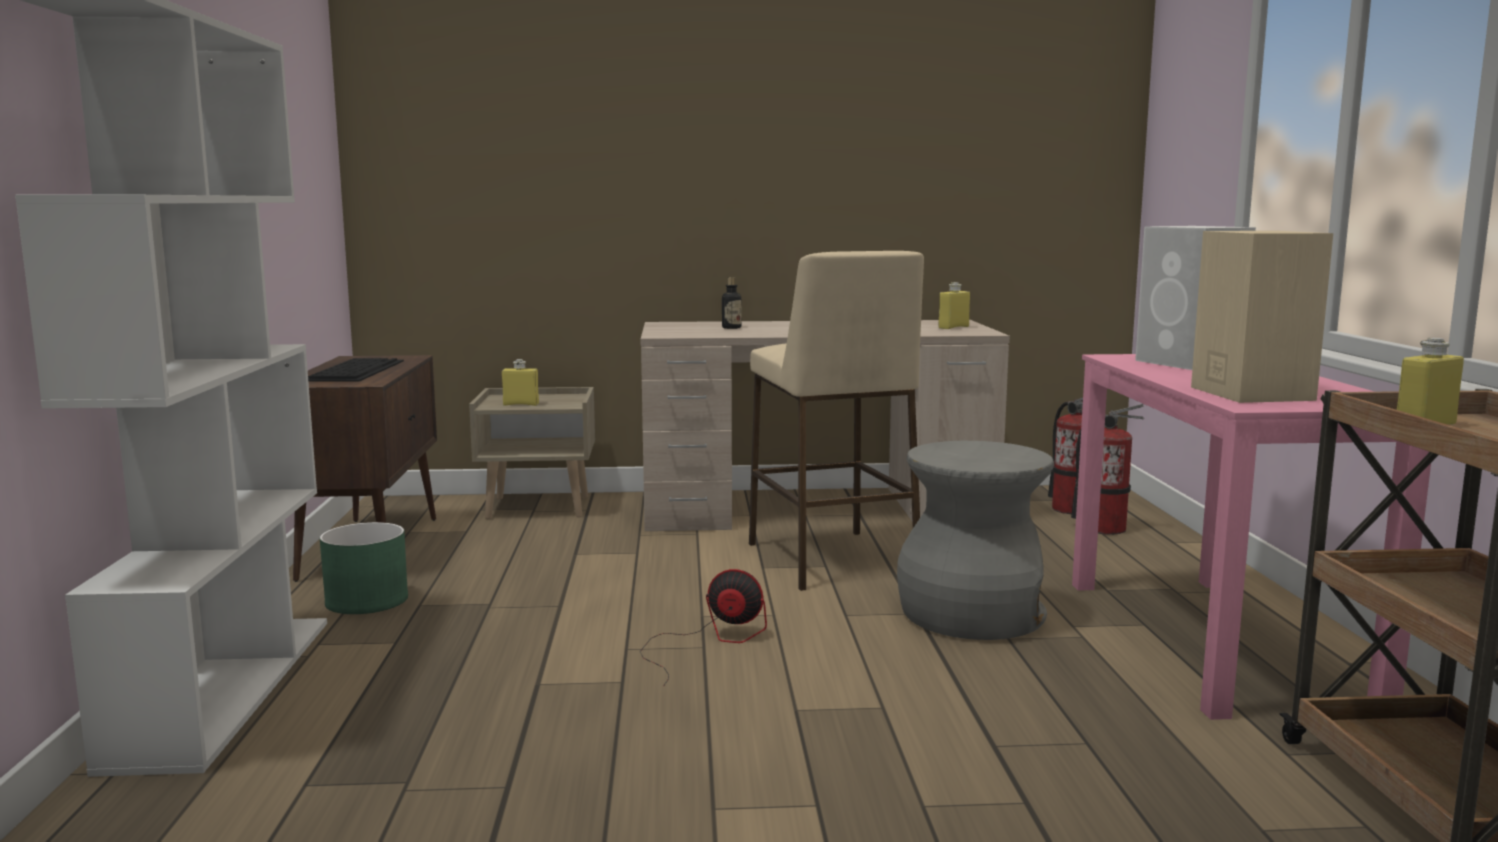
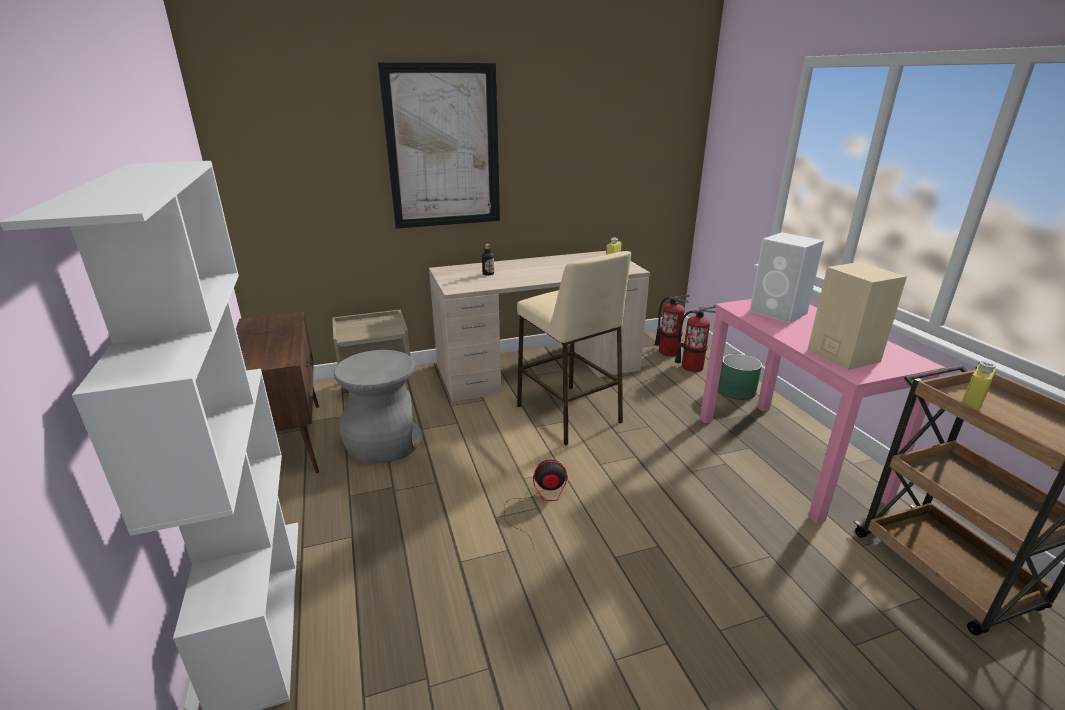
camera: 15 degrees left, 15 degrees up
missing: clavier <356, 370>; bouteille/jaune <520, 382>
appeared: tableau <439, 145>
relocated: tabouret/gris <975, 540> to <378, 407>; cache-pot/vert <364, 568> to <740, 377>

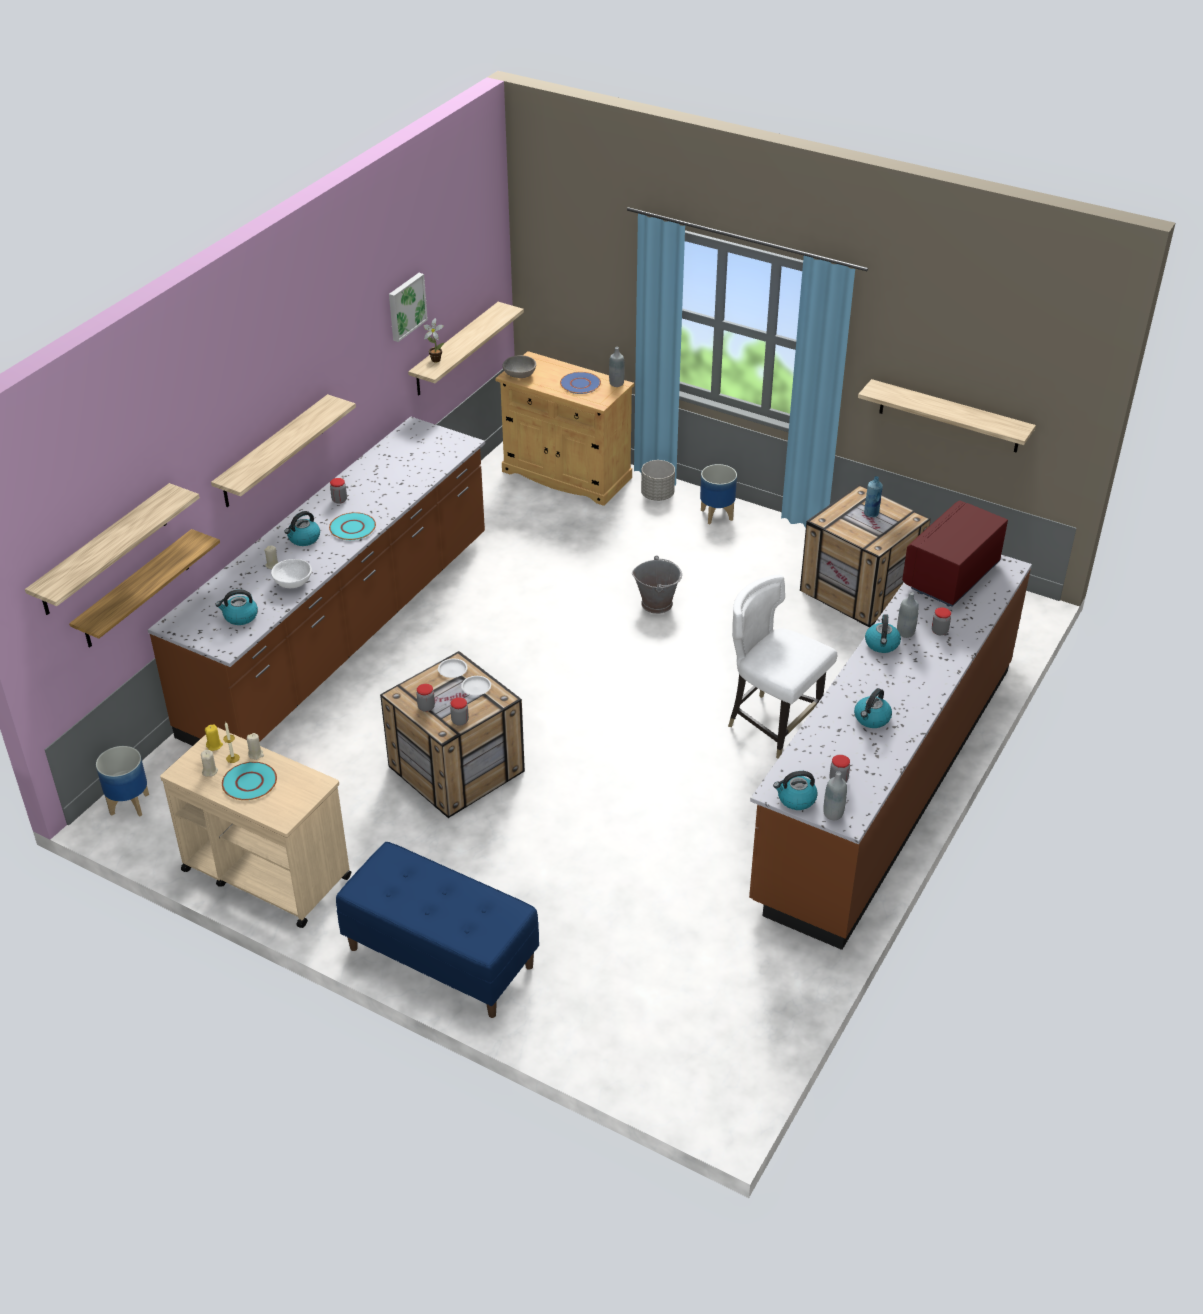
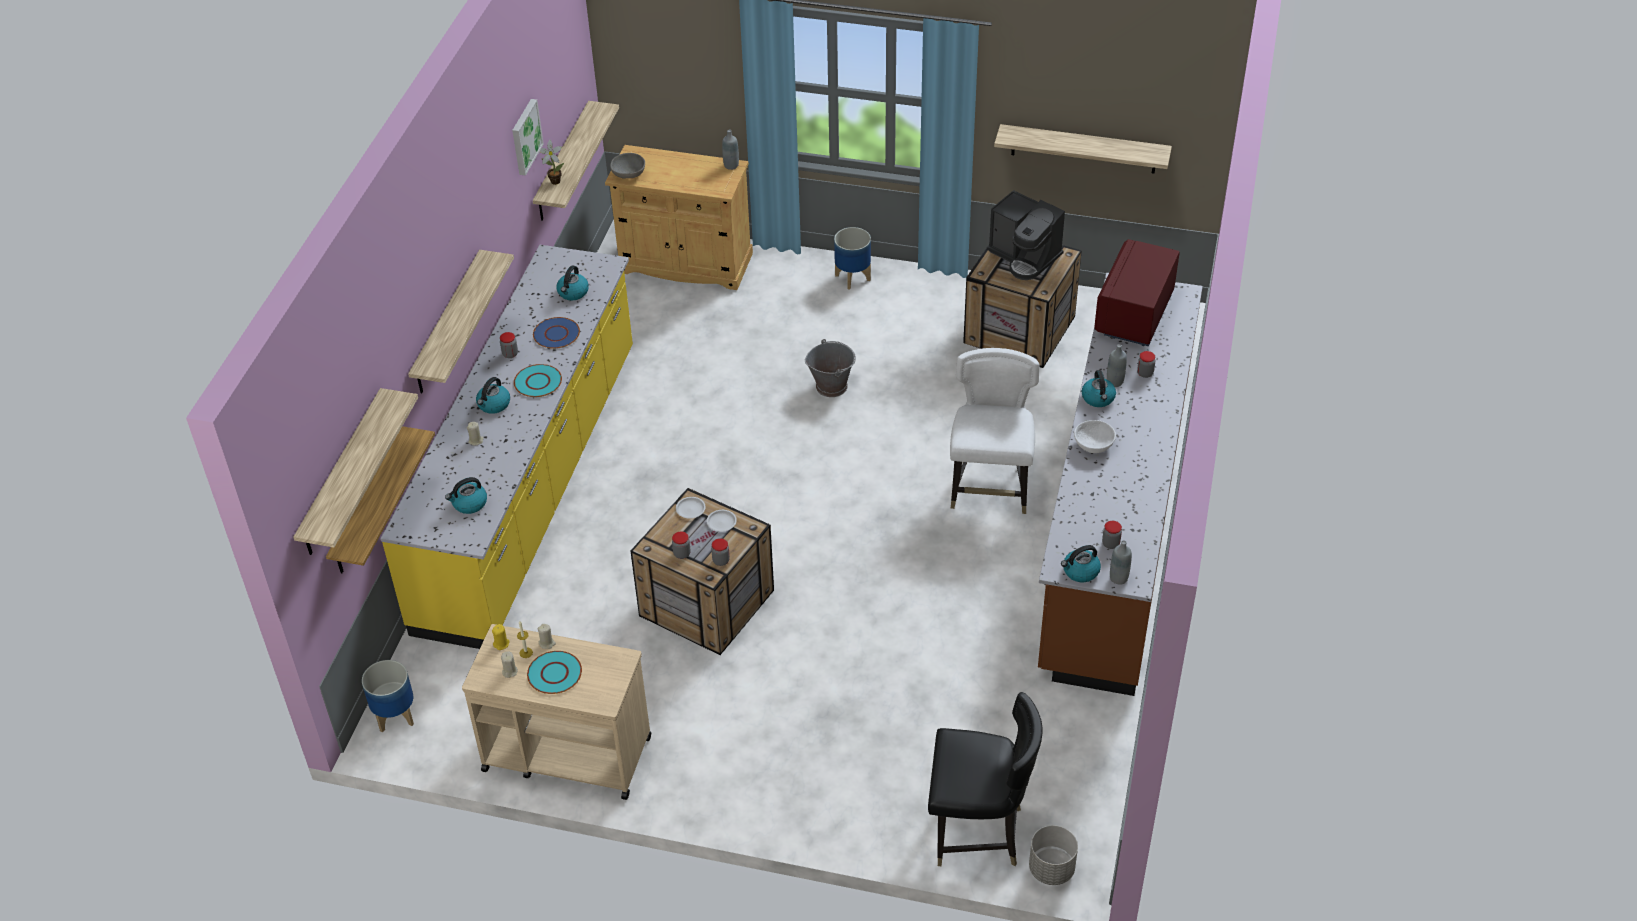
camera: 15 degrees left, 5 degrees up
missing: banc/bleu <437, 930>
appeared: chaise/noir <985, 779>
relocated: assiette/bleu <580, 383> to <556, 333>; cache-pot/gris <658, 480> to <1053, 855>; bol/blanc <291, 573> to <1095, 436>; bouilloire <873, 708> to <572, 283>
exchanged: bouteille/bleu <873, 496> to machine à café <1026, 235>
colour: comptoir de cuisine/marron <316, 581> to comptoir de cuisine/jaune <507, 447>
spun: chaise/blanc <782, 666> = <994, 431> 75 degrees clockwise

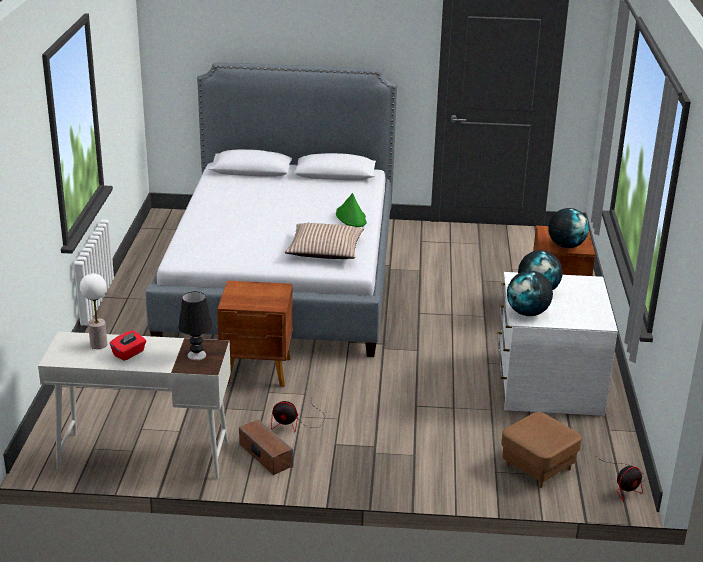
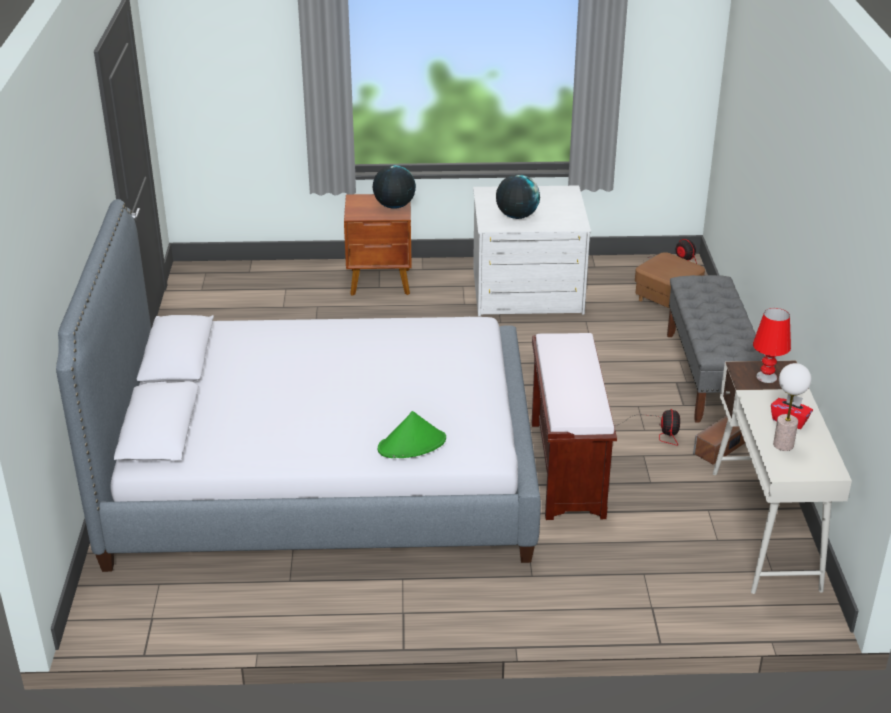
camera: 95 degrees left, 5 degrees up
missing: coussin <324, 241>; globe <530, 293>
appeared: banc/gris <716, 349>
relocated: chapeau/vert <351, 210> to <412, 434>
exchanged: table de chevet/marron <255, 333> to banc/marron <574, 426>
colour: lampe de table/noir <195, 326> to lampe de table/rouge <772, 345>

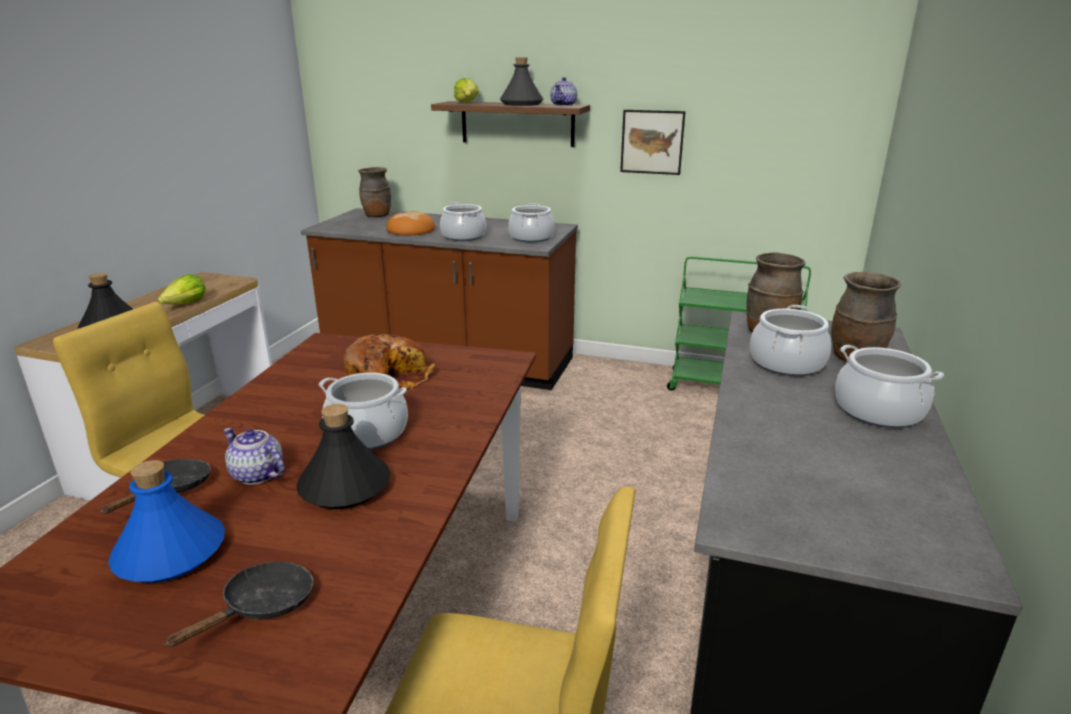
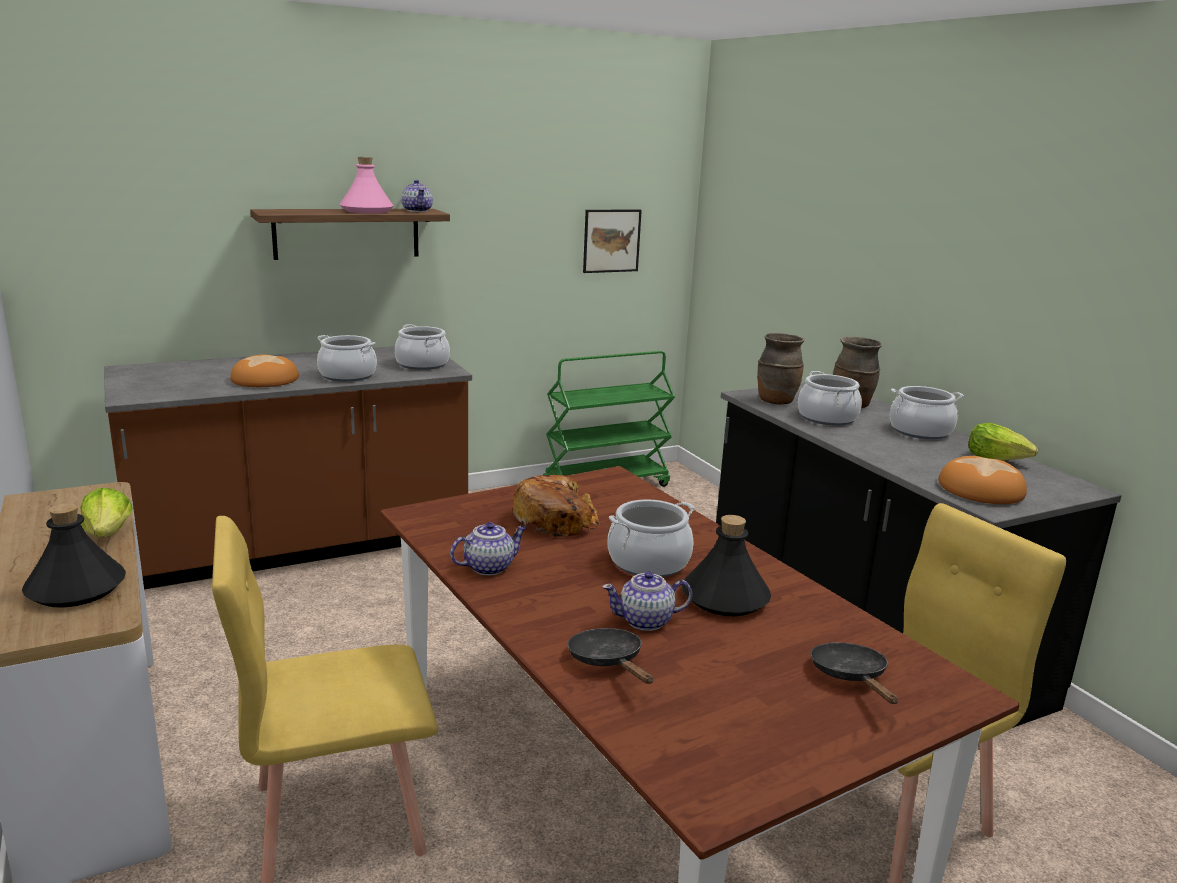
camera: 45 degrees left, 5 degrees down
missing: vase/marron <374, 192>; bouteille/bleu <166, 521>
appeared: pain <982, 480>; théière <488, 548>
relocated: laitue <466, 90> to <1003, 442>; tableau <653, 142> to <612, 241>
colour: bouteille/gris <522, 81> to bouteille/rose <366, 185>

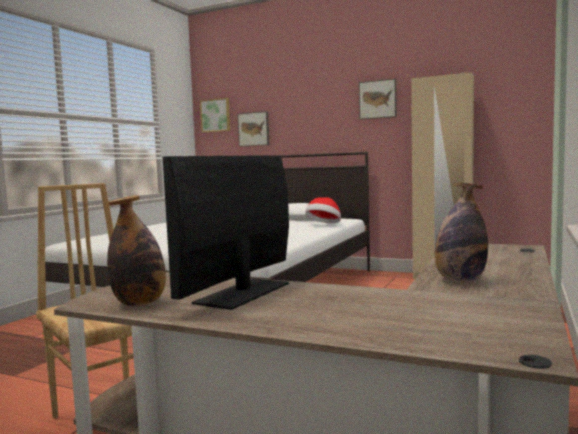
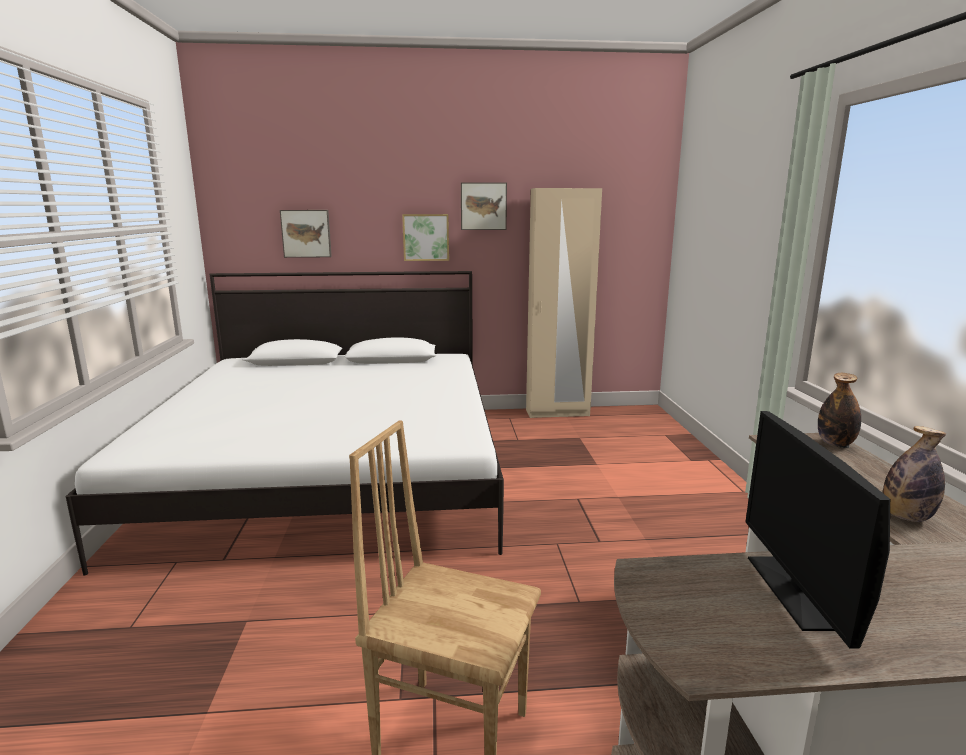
camera: 30 degrees left, 10 degrees up
missing: chapeau <323, 210>
relocated: tableau <215, 115> to <425, 237>; bouteille <136, 250> to <839, 409>

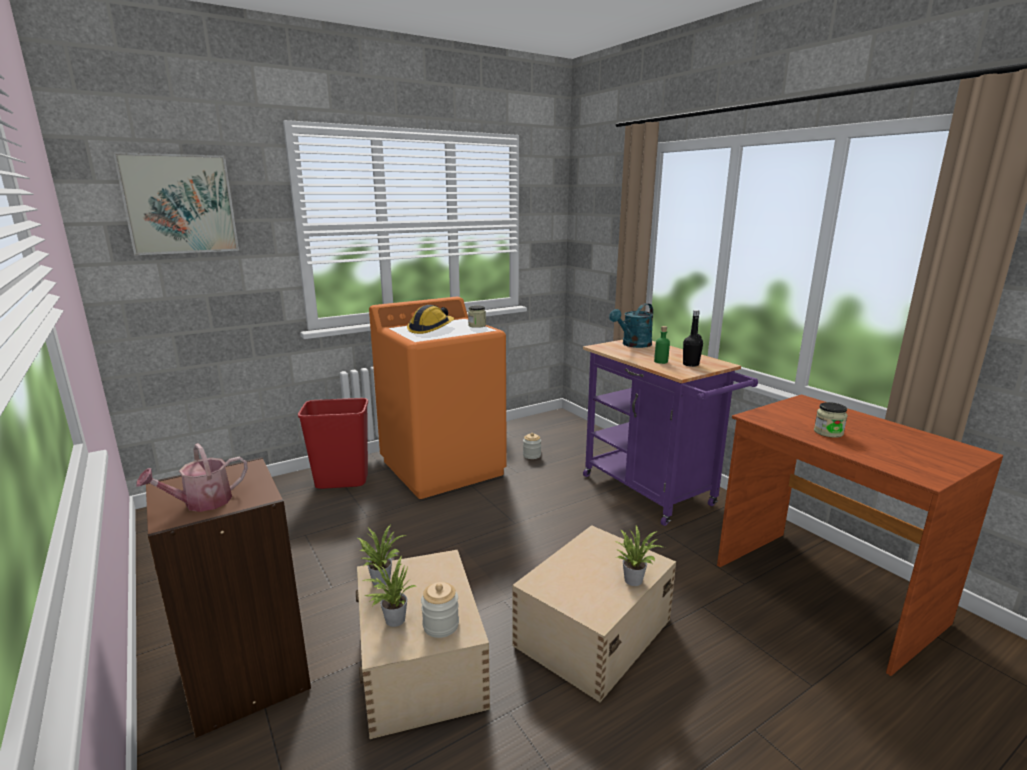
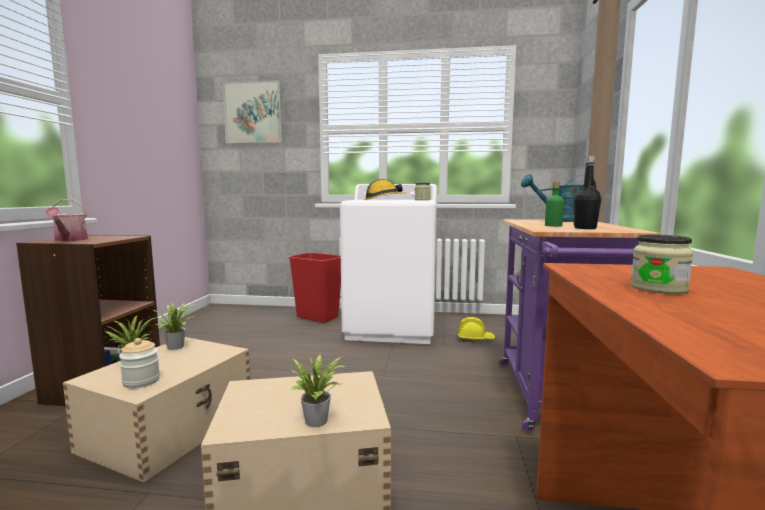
camera: 40 degrees right, 10 degrees down
exchanged: bocal <532, 446> to casque de chantier/jaune <476, 329>
colour: lave-linge/orange <438, 398> to lave-linge/blanc <388, 264>
spun: arrosoir <192, 477> = <66, 220> 105 degrees counterclockwise

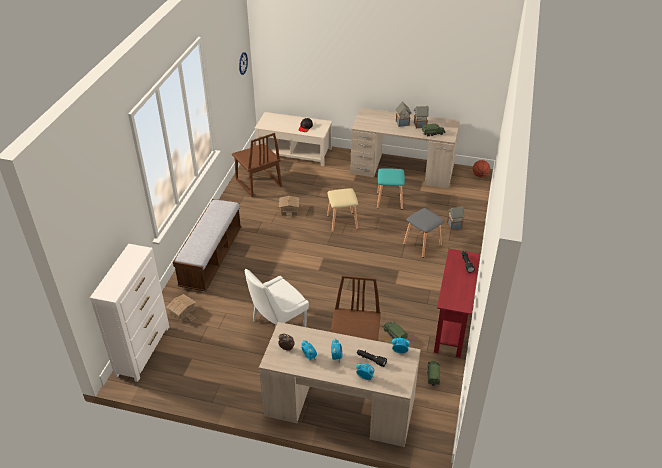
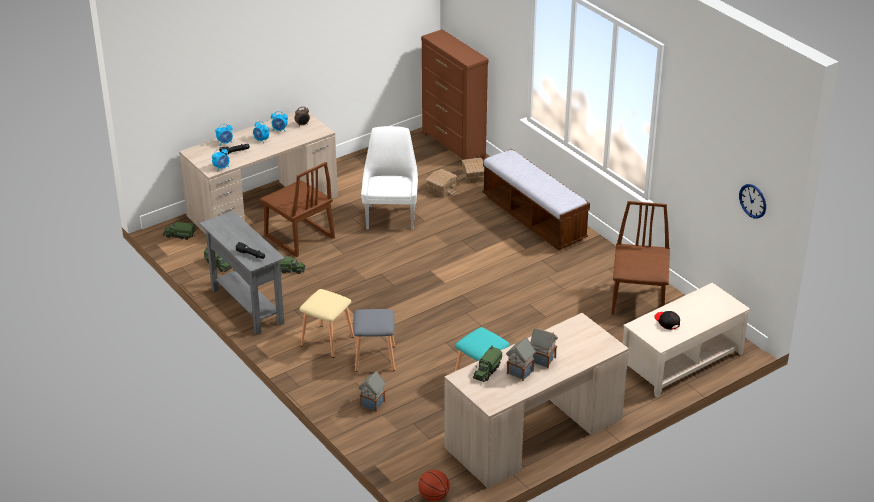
camera: 130 degrees right, 5 degrees down
appeared: camion jouet <179, 231>
relocated: tabouret/beige <342, 210> to <326, 323>; maison miniature <289, 207> to <442, 183>
colour: commode/blanc <129, 313> to commode/marron <454, 94>; table console/rouge <457, 303> to table console/gris <242, 273>
spun: chaise/marron <257, 165> = <640, 258> 90 degrees clockwise

